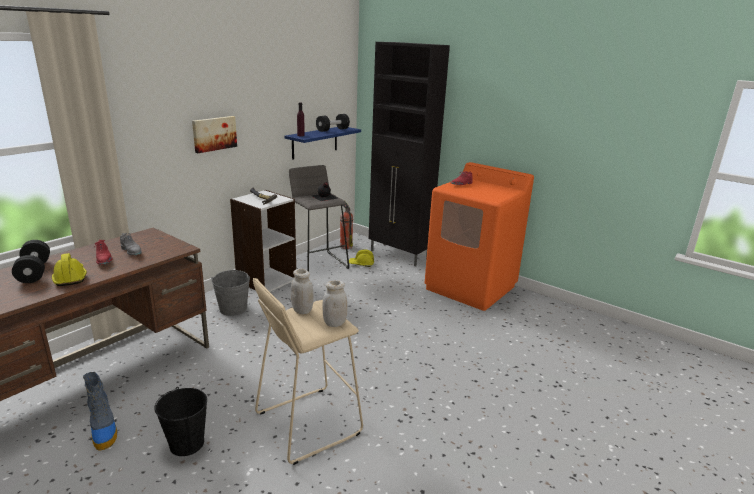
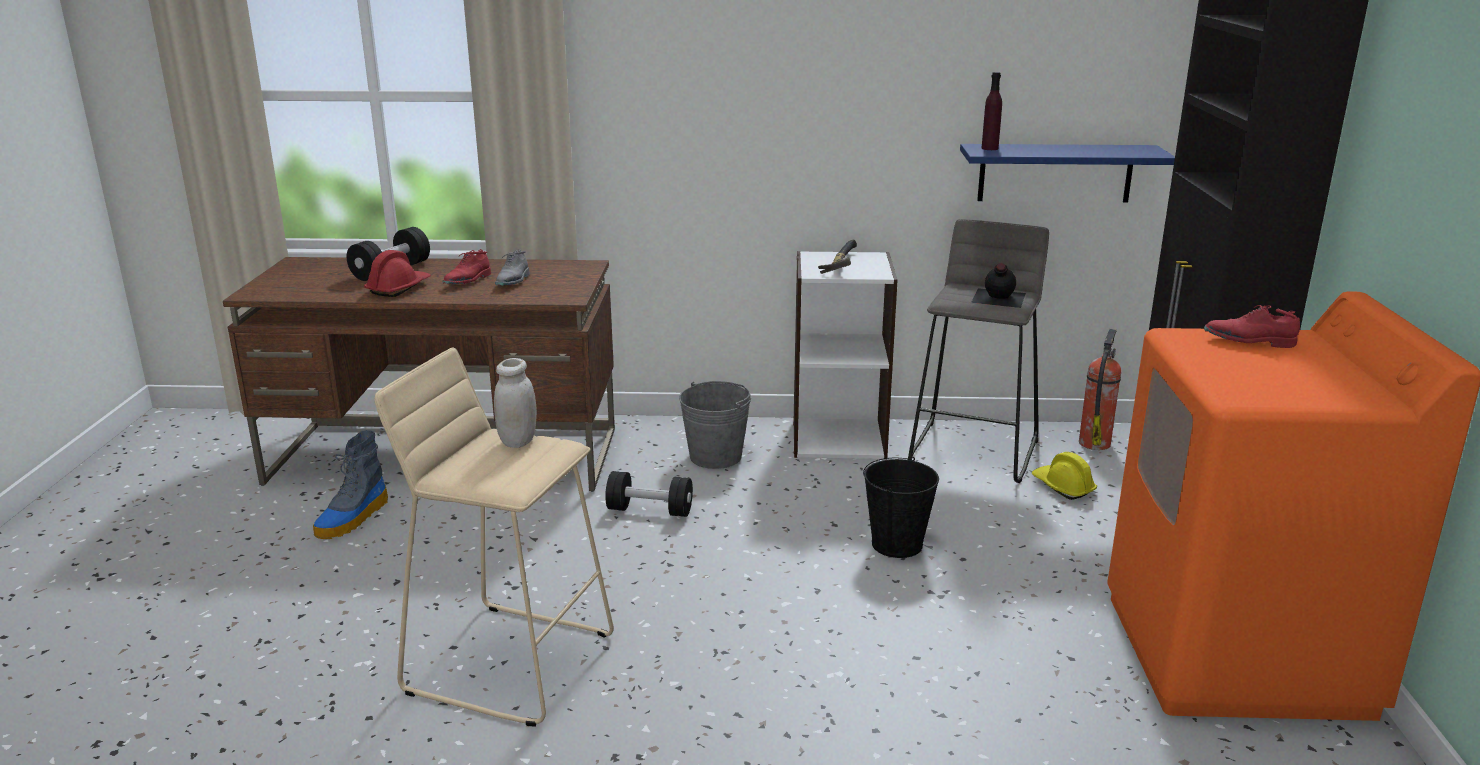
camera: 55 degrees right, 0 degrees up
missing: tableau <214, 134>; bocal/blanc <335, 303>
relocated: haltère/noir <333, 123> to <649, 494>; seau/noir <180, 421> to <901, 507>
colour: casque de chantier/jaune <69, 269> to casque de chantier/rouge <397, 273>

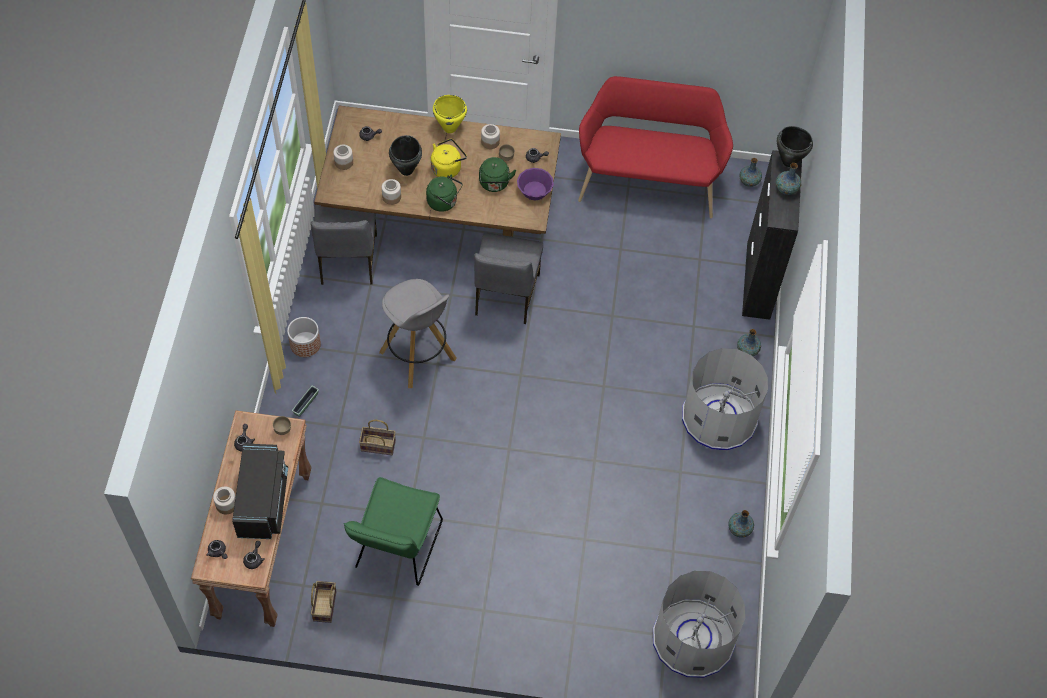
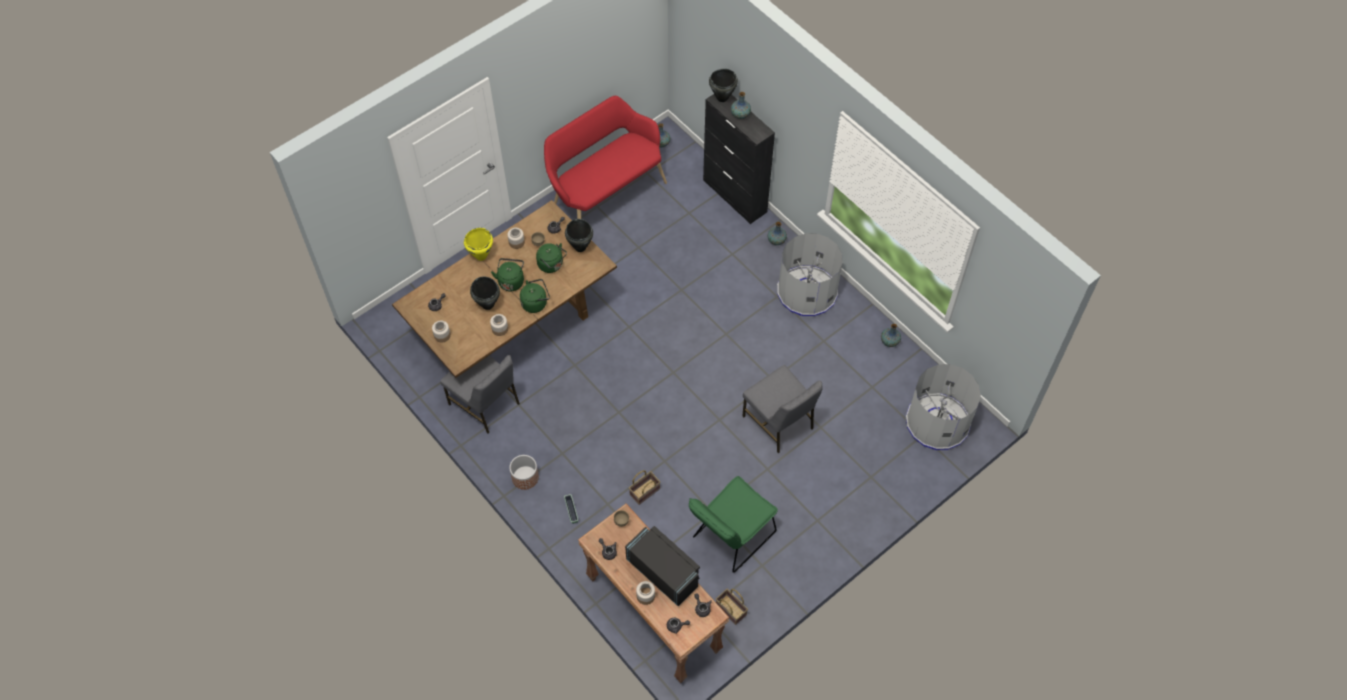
camera: 45 degrees left, 0 degrees up
missing: tabouret/gris <418, 333>
relocated: chaise/gris <508, 278> to <782, 409>
exchanged: bol/violet <535, 184> to marmite/noir <579, 235>
colour: bouilloire/jaune <449, 158> to bouilloire/vert <507, 274>
spun: chaise/vert <393, 531> = <733, 524> 75 degrees clockwise

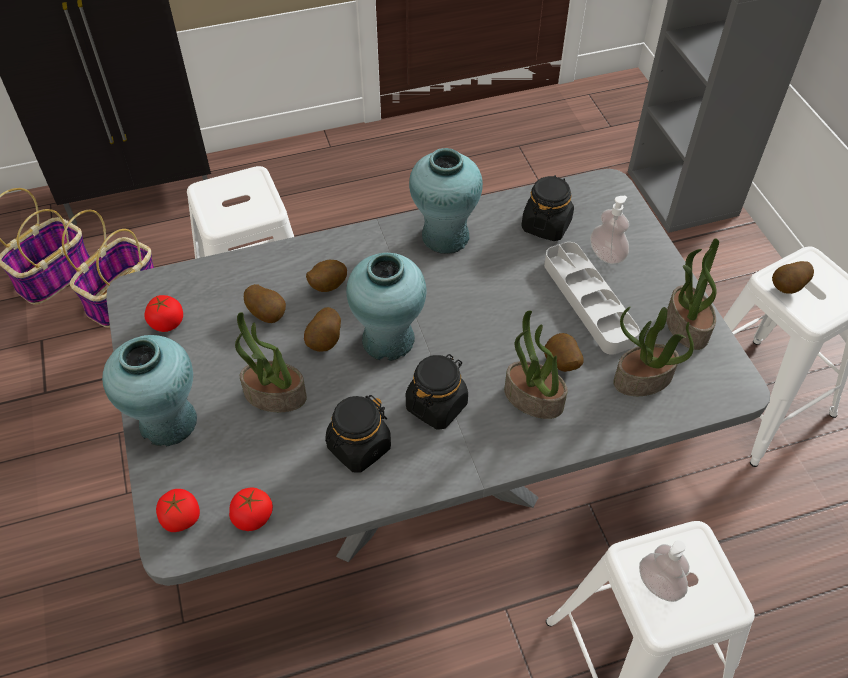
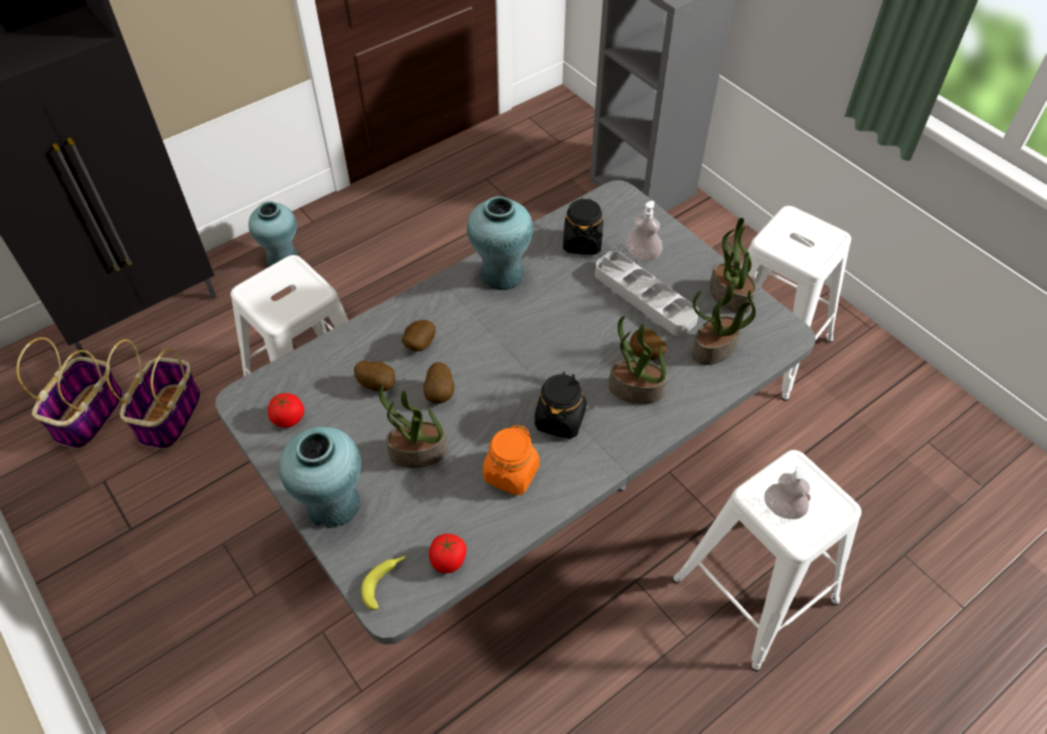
camera: 20 degrees left, 0 degrees up
missing: pomme de terre <793, 277>
relocated: vase/turquoise <386, 307> to <273, 234>
exchanged: tomate <178, 510> to banane <383, 582>
colour: bocal/noir <358, 434> to bocal/orange <511, 460>

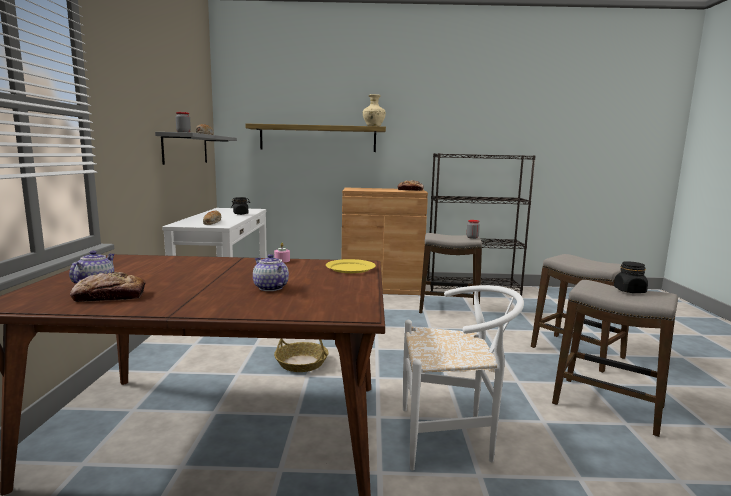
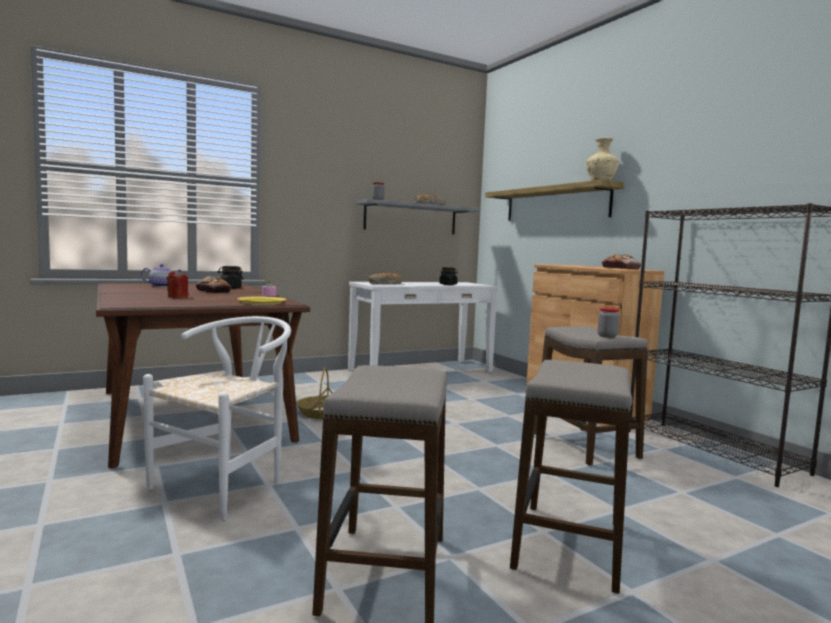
camera: 60 degrees right, 5 degrees down
relocated: bocal/noir <631, 277> to <230, 277>; pain <107, 287> to <213, 284>
exchanged: théière <271, 272> to bougie/rouge <177, 284>
spun: chaise/blanc <463, 377> = <217, 418> 120 degrees counterclockwise

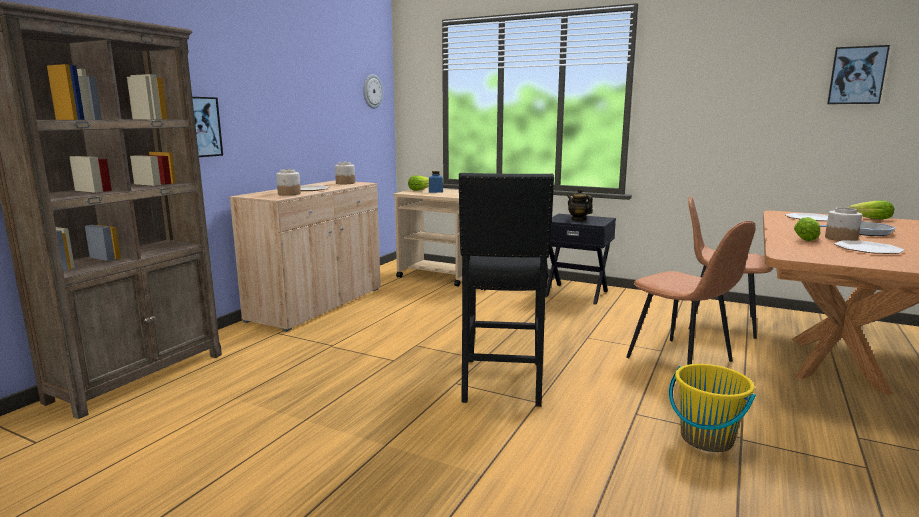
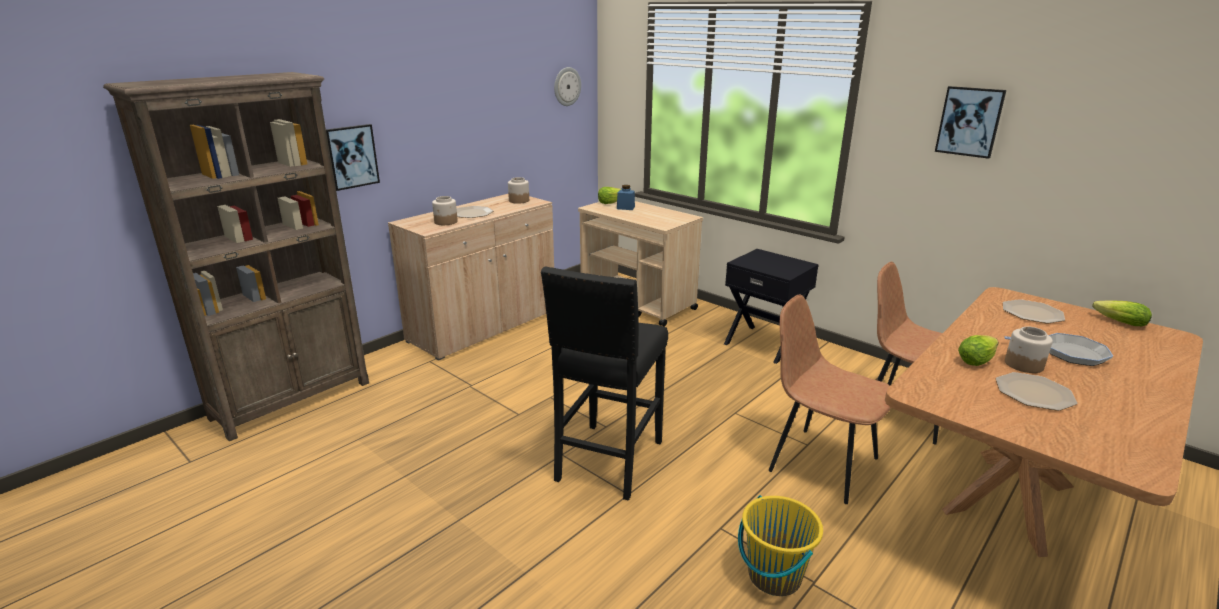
camera: 15 degrees right, 10 degrees up
missing: théière <580, 204>
relocated: tableau <858, 74> to <970, 122>
spun: chaise/marron <691, 293> = <830, 399> 150 degrees clockwise

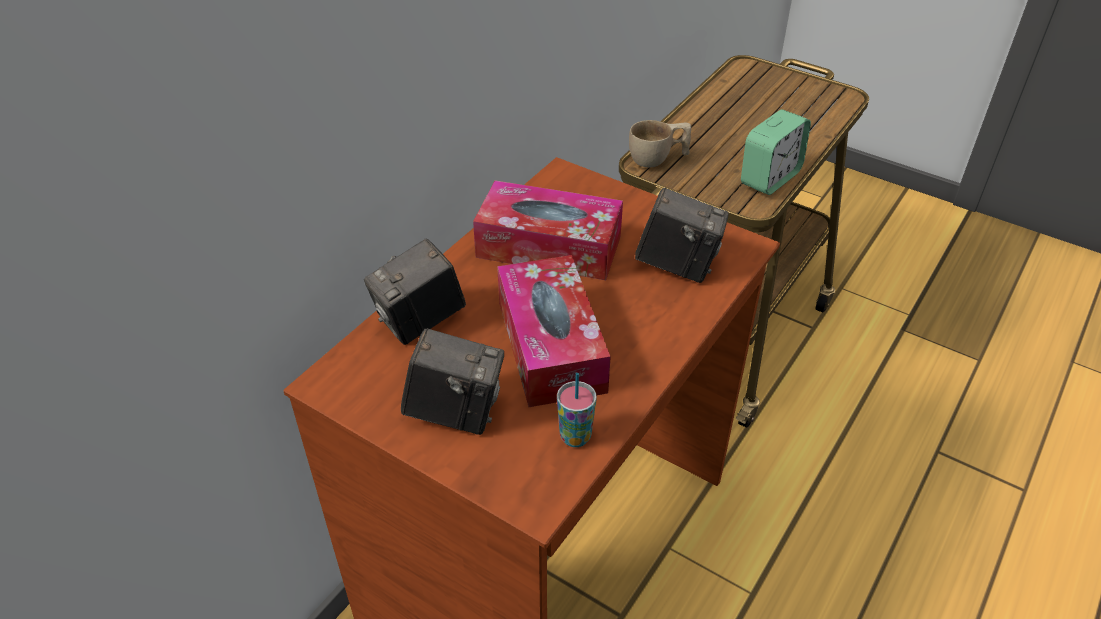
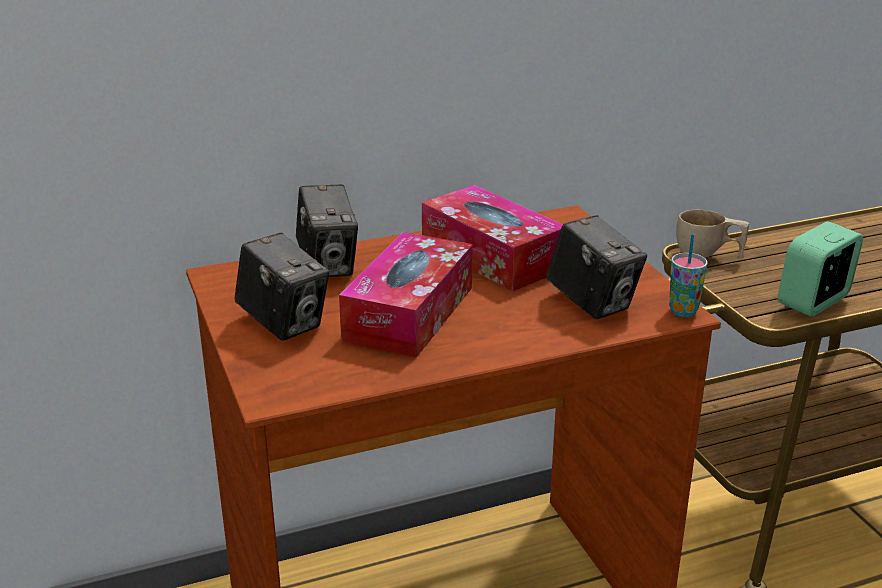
camera: 35 degrees right, 15 degrees down
relocated: tasse <577, 410> to <688, 275>
spun: réveil <776, 152> = <820, 269> 150 degrees clockwise; appareil photo <415, 292> = <327, 231> 105 degrees counterclockwise

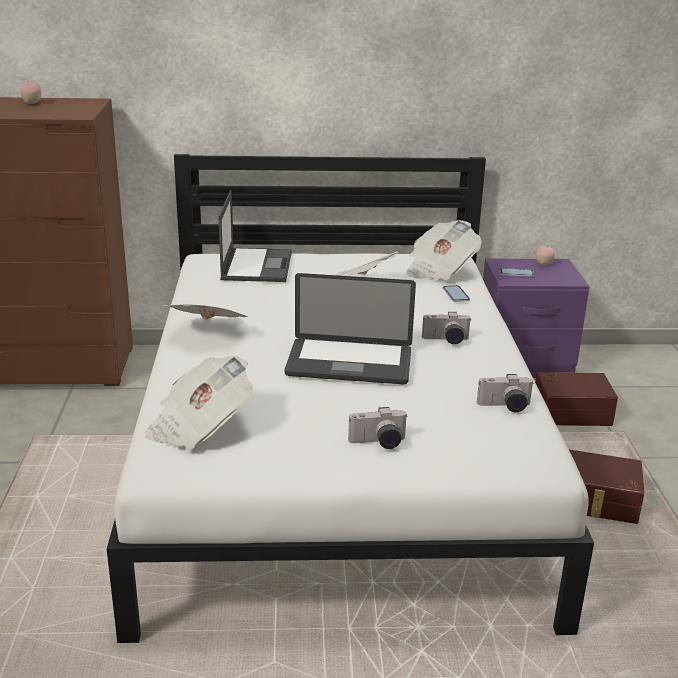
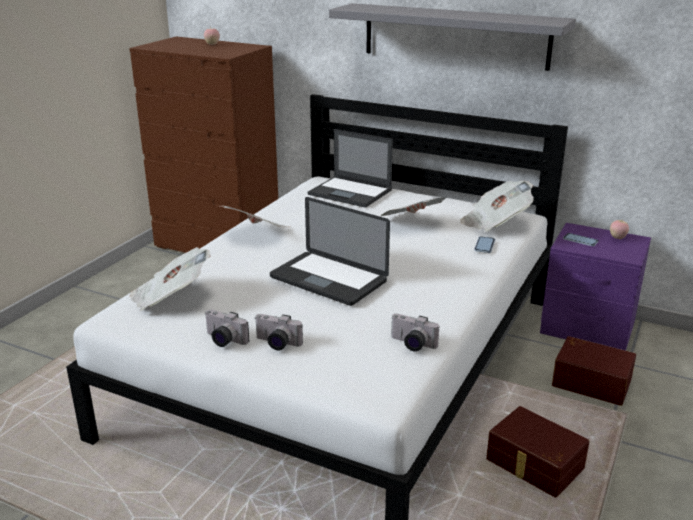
camera: 30 degrees right, 0 degrees up
appeared: étagère/gris <452, 37>
relocated: appareil photo <447, 328> to <226, 328>
spun: ordinateur portable <255, 236> = <350, 168> 90 degrees clockwise

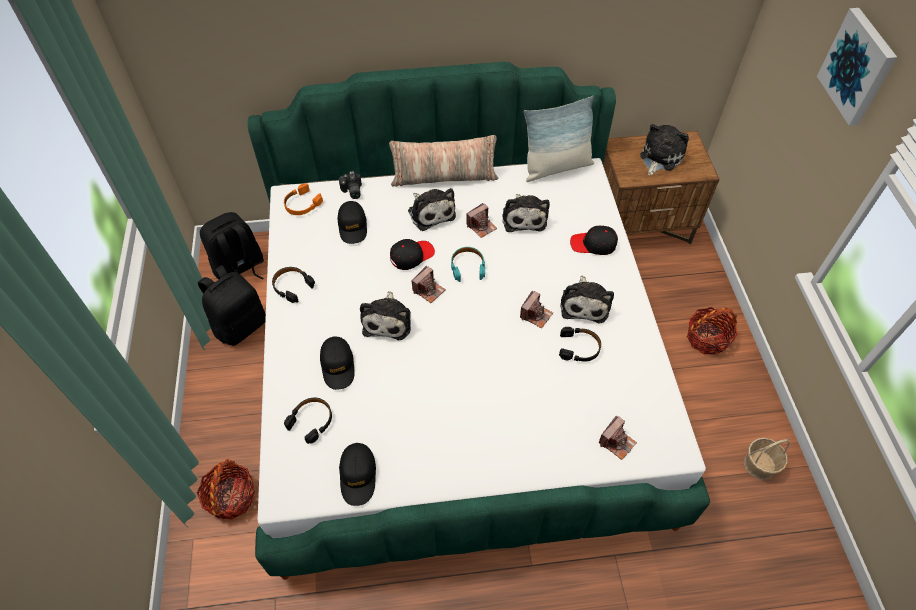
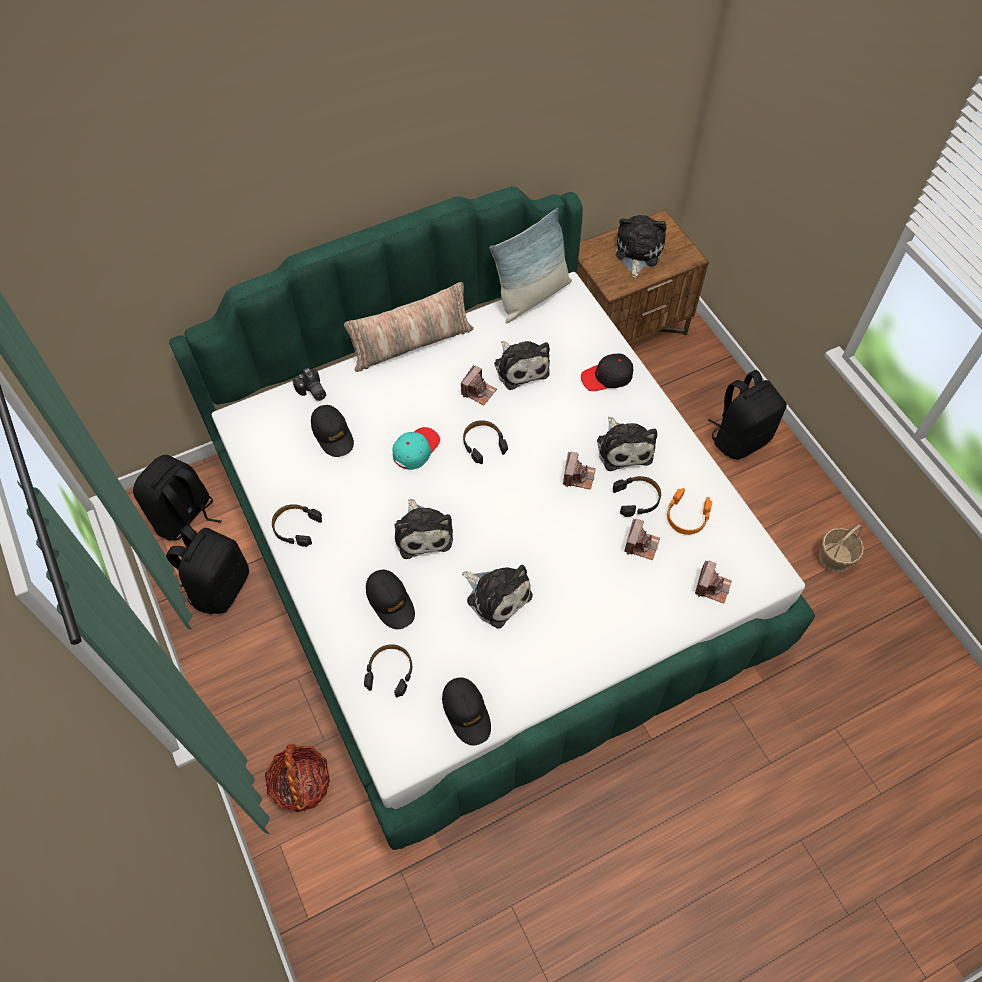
camera: 20 degrees left, 5 degrees up
missing: tableau <857, 67>
relocated: casque audio/orange <303, 199> to <689, 511>; peluche <432, 209> to <497, 597>; appareil photo <428, 284> to <642, 539>
exchanged: panier <712, 331> to sac à dos/noir <747, 415>
colour: casquette/noir <412, 254> to casquette/turquoise <416, 448>; casque audio/turquoise <468, 264> to casque audio/noir <485, 442>

